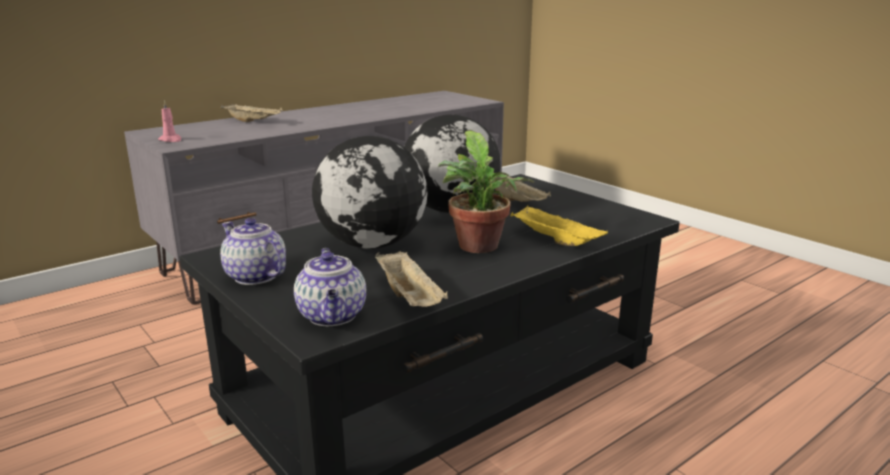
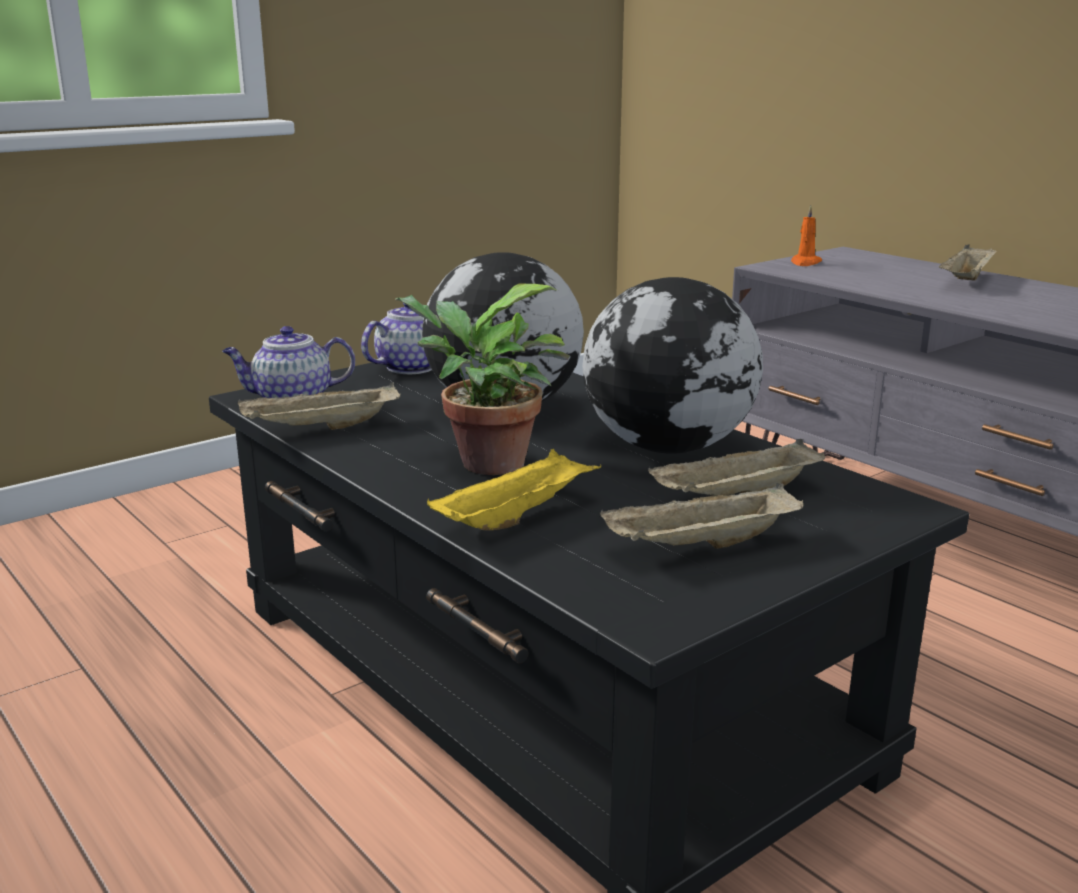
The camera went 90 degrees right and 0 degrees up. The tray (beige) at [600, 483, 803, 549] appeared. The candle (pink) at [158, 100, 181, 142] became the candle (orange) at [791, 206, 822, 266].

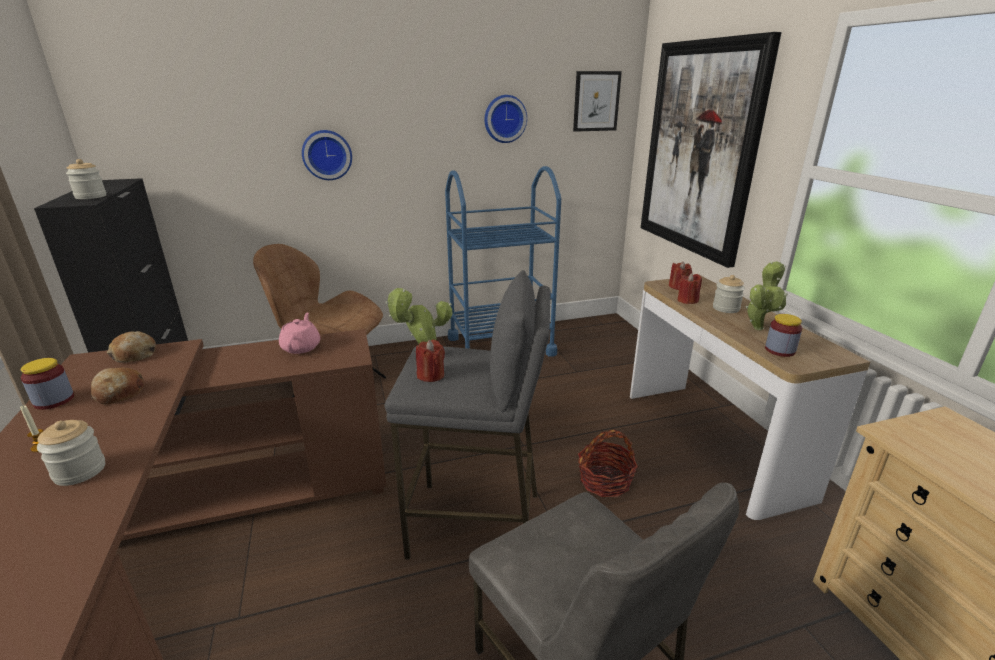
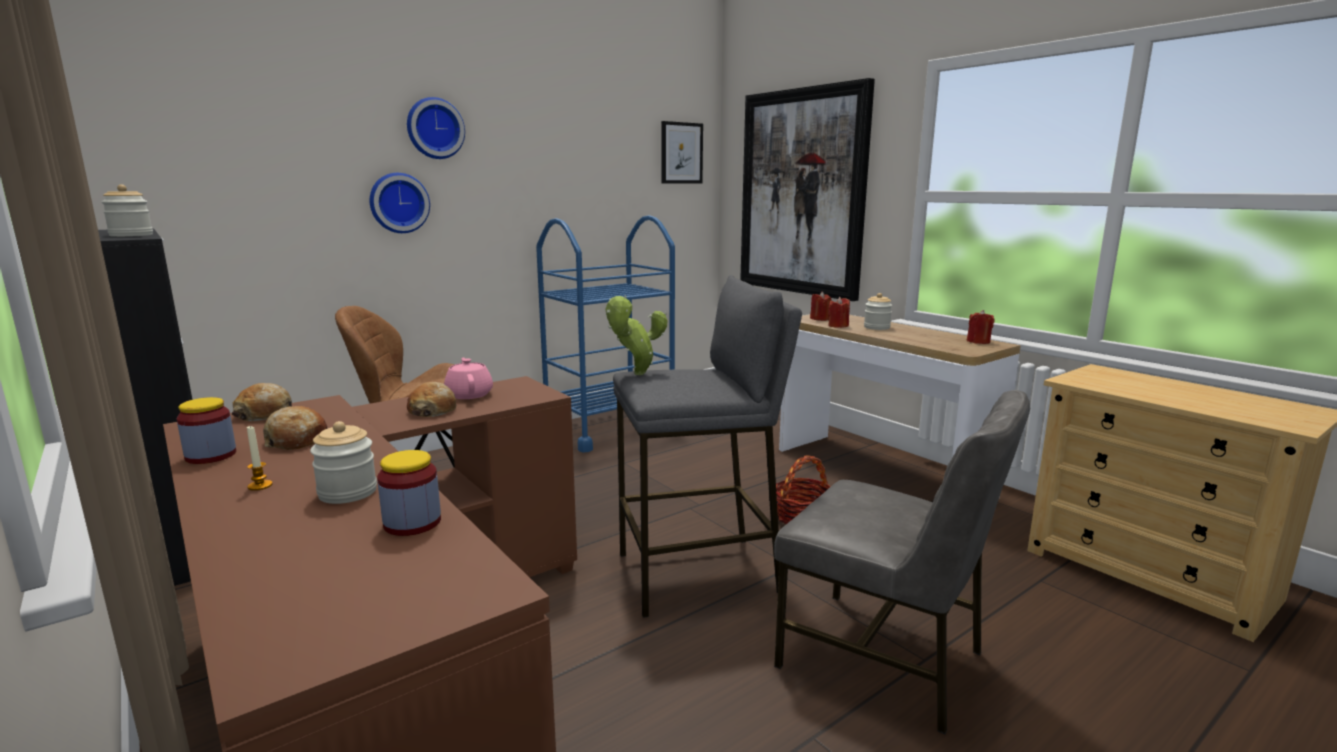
The camera went 20 degrees left and 10 degrees down. The jar moved from [765, 314, 802, 357] to [377, 450, 441, 536]. The wall clock moved from [485, 95, 527, 143] to [407, 97, 465, 159]. The bread at [407, 382, 456, 417] appeared. The candle (red) moved from [416, 340, 445, 382] to [967, 310, 994, 344]. The potted plant at [746, 261, 788, 330] disappeared.

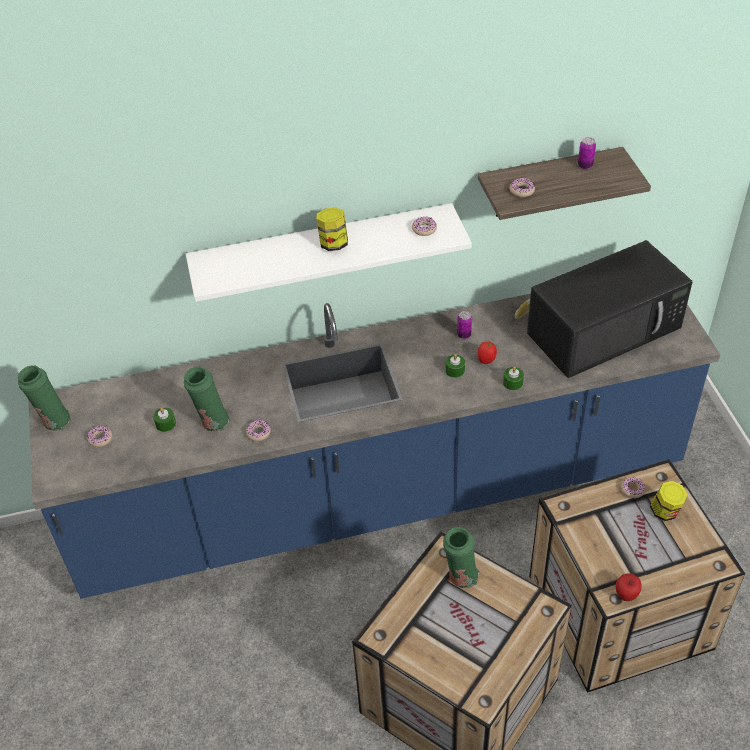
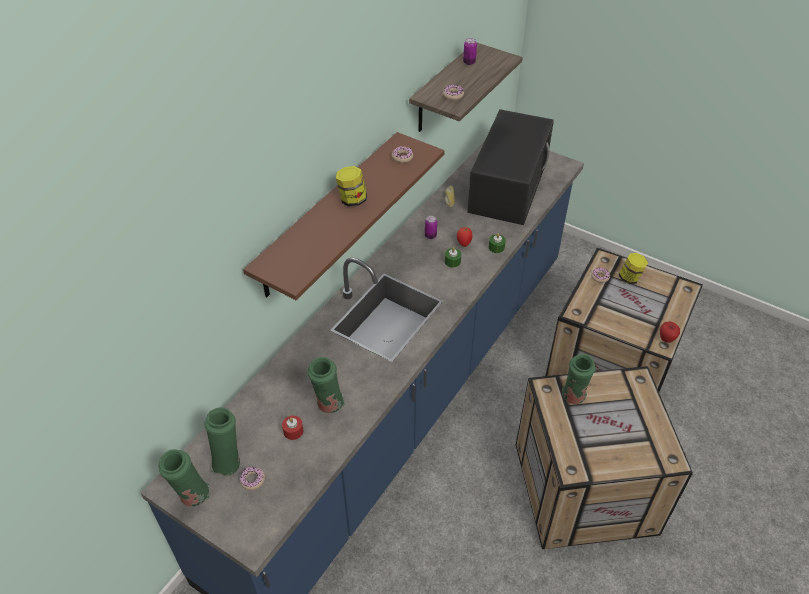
The camera went 45 degrees left and 0 degrees up. The vase (green) at [204, 407, 240, 476] appeared. The shelf (white) at [186, 203, 472, 302] became the shelf (brown) at [243, 132, 445, 300]. The candle (green) at [153, 408, 176, 432] became the candle (red) at [282, 416, 303, 440]. The donut at [246, 420, 271, 441] disappeared.

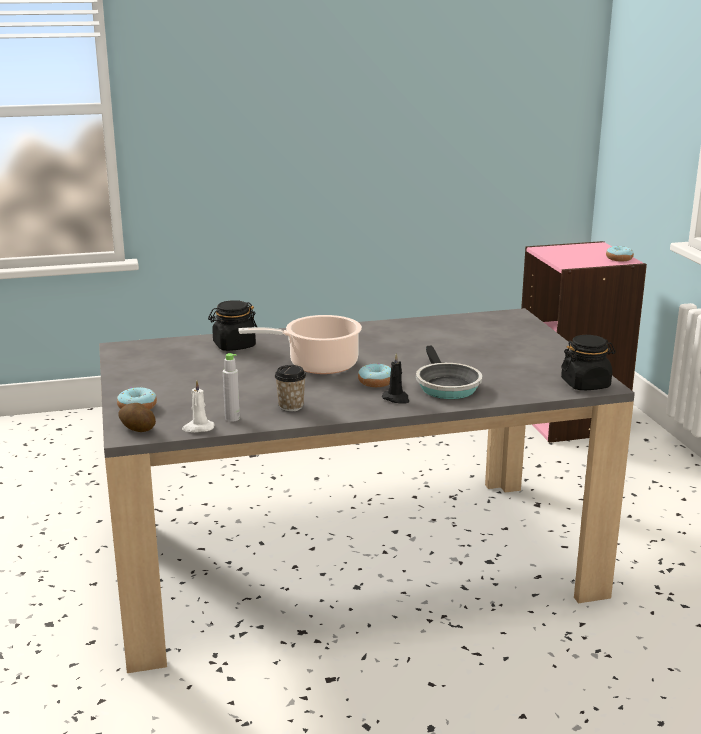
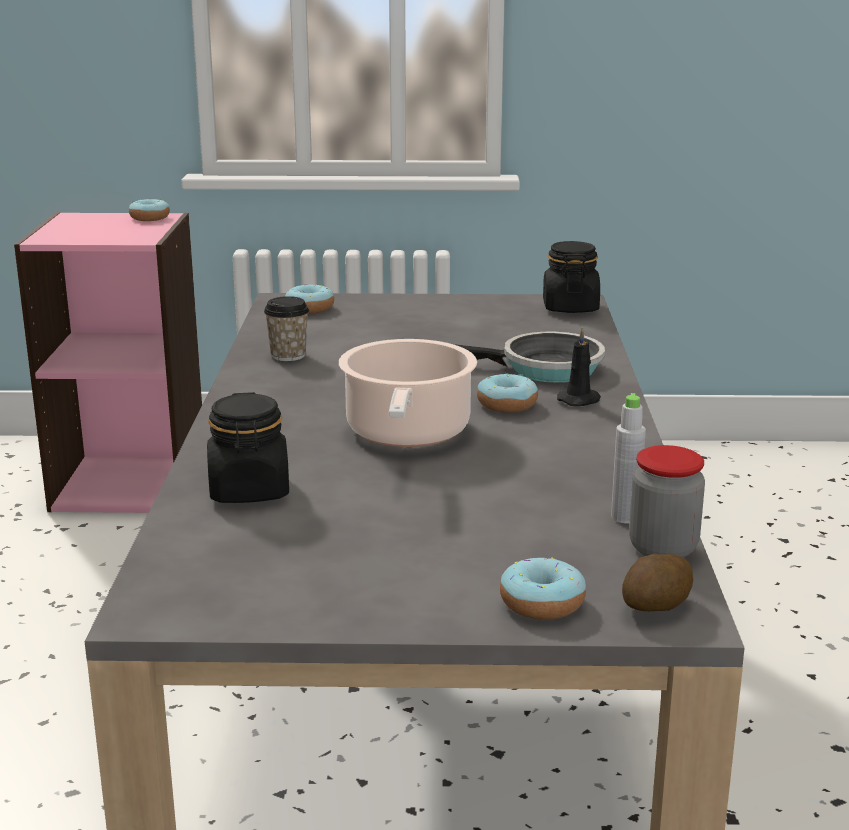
The camera went 75 degrees left and 0 degrees up. The cup moved from [275, 365, 306, 412] to [264, 296, 309, 361]. The donut at [285, 284, 334, 314] appeared. The candle (white) at [182, 380, 214, 432] was replaced by the jar at [629, 445, 705, 558].

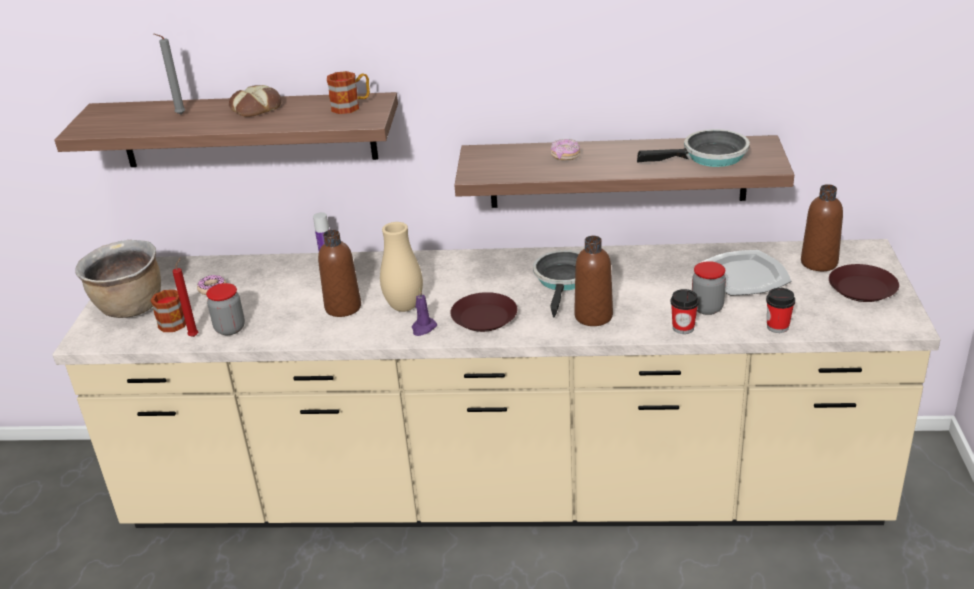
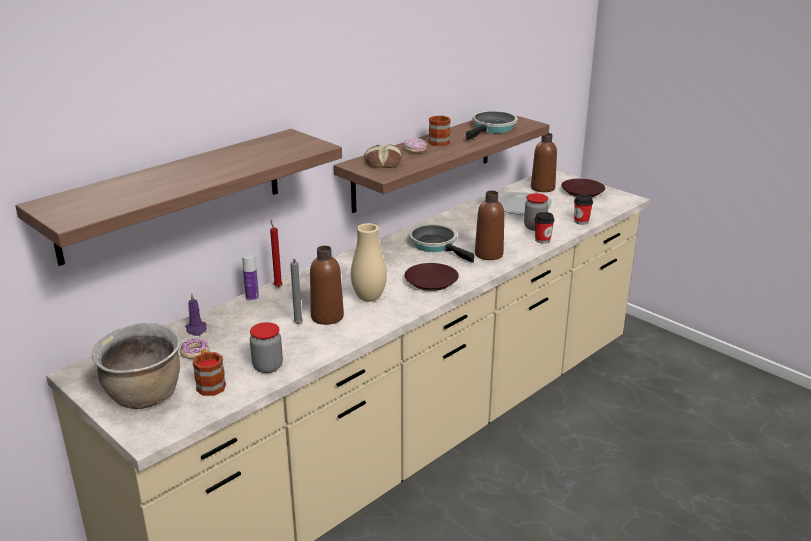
The camera went 50 degrees left and 5 degrees down. The candle (purple) moved from [411, 289, 437, 336] to [185, 293, 206, 336]. The candle (red) moved from [172, 258, 198, 337] to [270, 220, 283, 287]. The candle (grey) moved from [154, 34, 185, 115] to [290, 259, 303, 324]. The bread moved from [229, 85, 282, 117] to [364, 144, 402, 168]. The mug moved from [327, 71, 370, 114] to [429, 115, 451, 146].

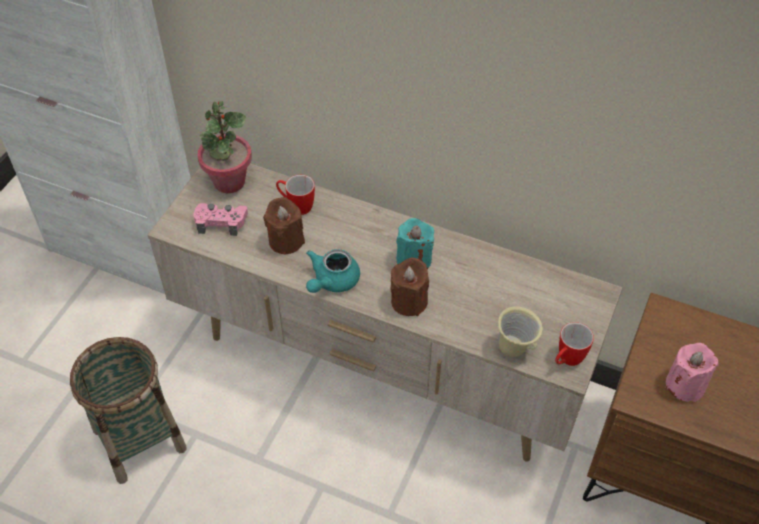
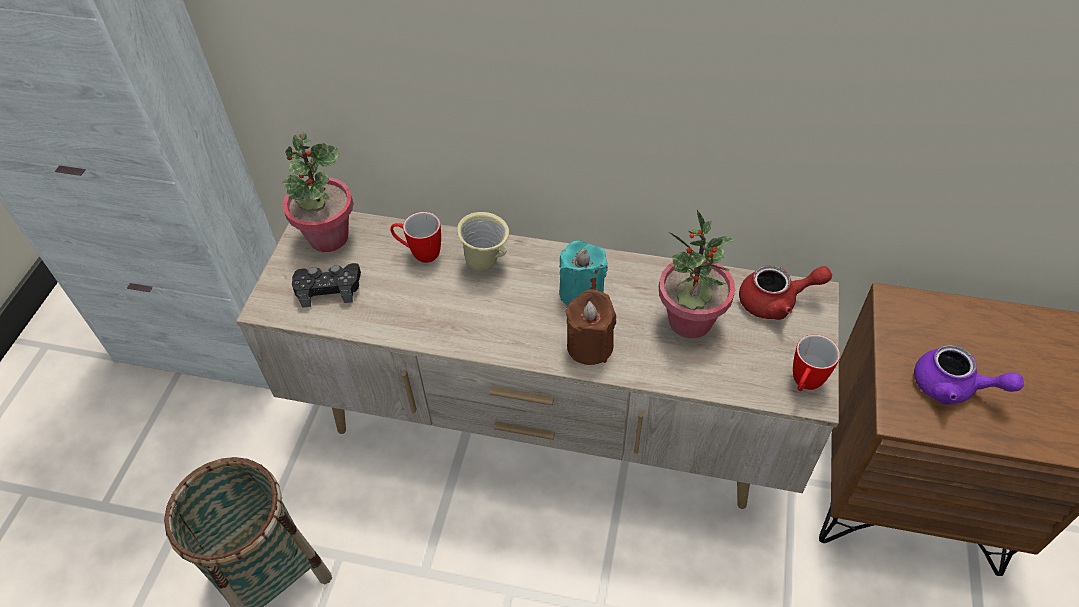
The camera went 10 degrees left and 0 degrees up. The game controller (pink) at [193, 203, 248, 236] became the game controller (black) at [292, 263, 361, 308]. The mug (beige) moved from [498, 307, 543, 357] to [457, 212, 509, 271]. The potted plant at [659, 209, 735, 338] appeared. The teapot (red) at [739, 265, 832, 320] appeared. The candle (pink) at [665, 343, 718, 402] was replaced by the teapot (purple) at [914, 345, 1024, 405]. The candle (brown) at [263, 197, 305, 254] disappeared. The teapot (turquoise) at [306, 249, 360, 293] disappeared.

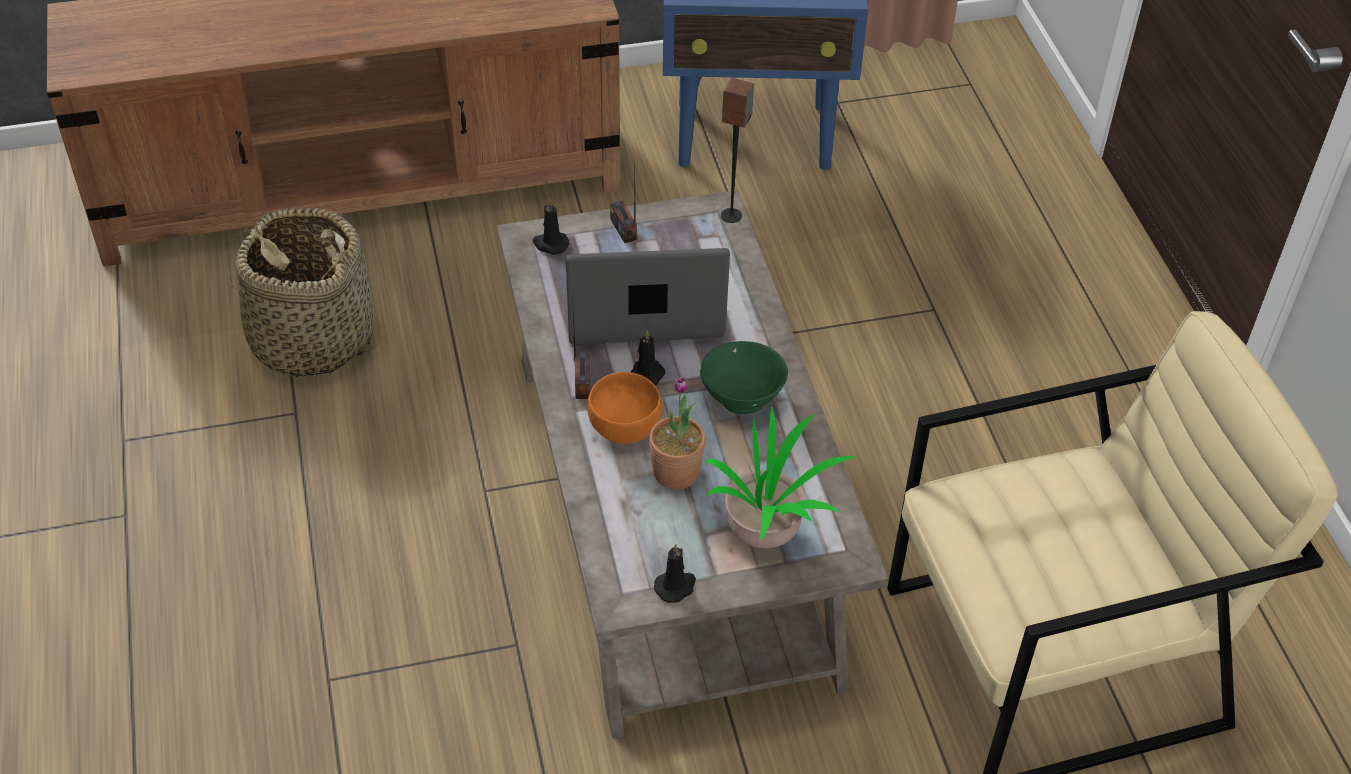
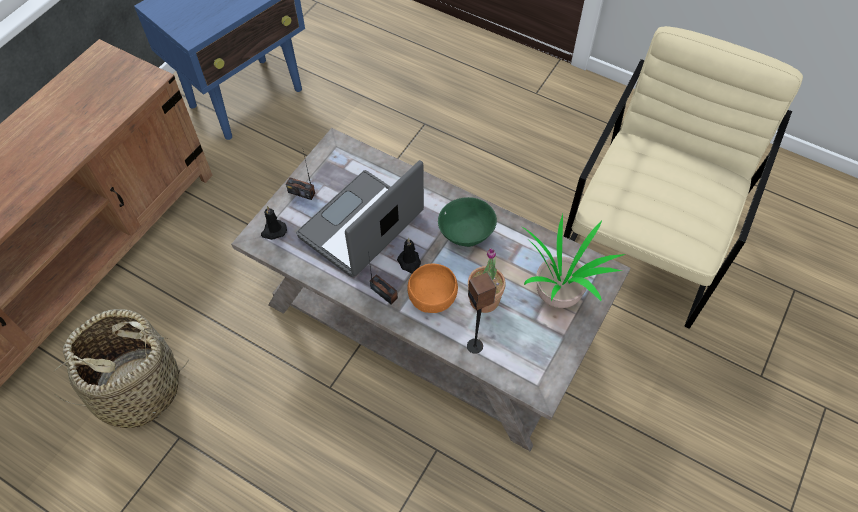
The camera went 45 degrees left and 10 degrees up. The speaker moved from [721, 78, 754, 223] to [467, 272, 496, 354]. The candle (black) at [654, 544, 696, 603] disappeared.

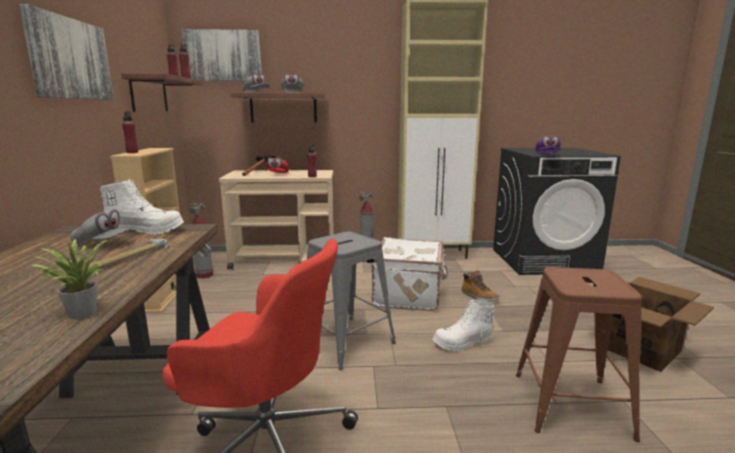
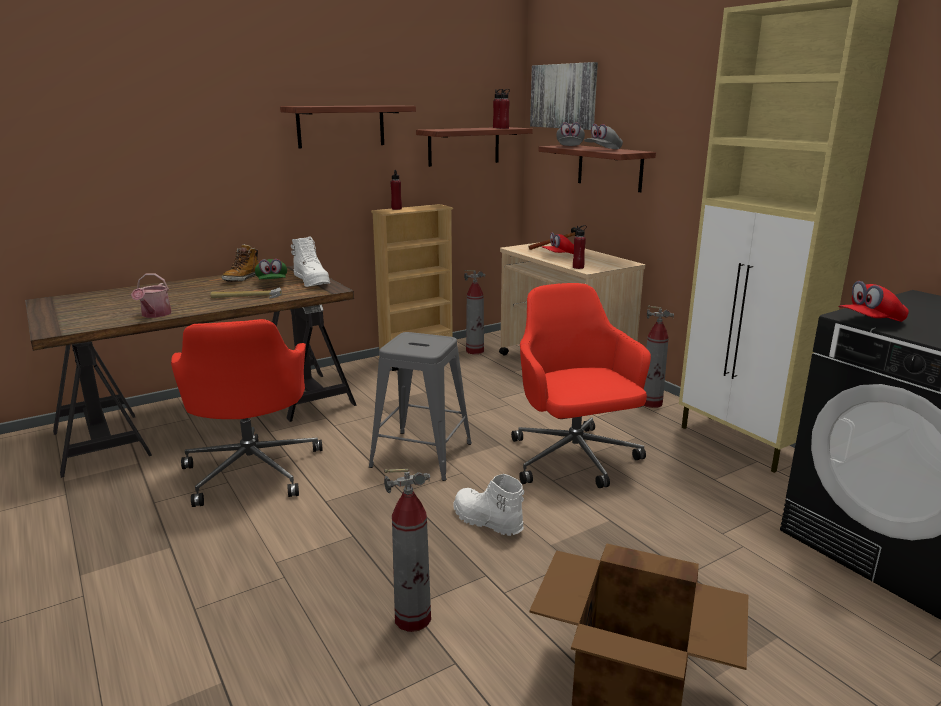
The camera went 60 degrees right and 5 degrees up. The potted plant at [30, 239, 111, 319] was replaced by the watering can at [131, 274, 171, 318]. The boot moved from [461, 270, 499, 302] to [221, 244, 259, 282]. The cap (grey) at [70, 209, 132, 244] became the cap (green) at [255, 259, 287, 280]. The picture at [19, 4, 114, 100] was replaced by the shelf at [280, 105, 416, 148]. The stool (brown) at [516, 267, 642, 442] was replaced by the fire extinguisher at [384, 469, 431, 632]. The suitcase (white) at [372, 237, 447, 311] was replaced by the office chair (red) at [511, 283, 651, 488]. The cap (purple) at [535, 135, 561, 153] became the cap (red) at [838, 281, 909, 322].

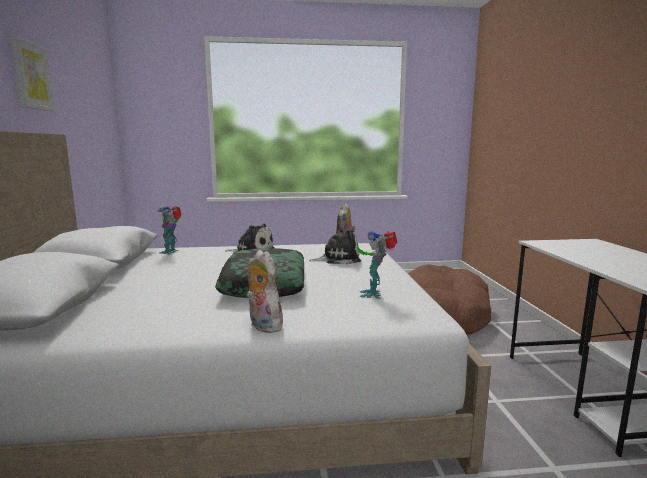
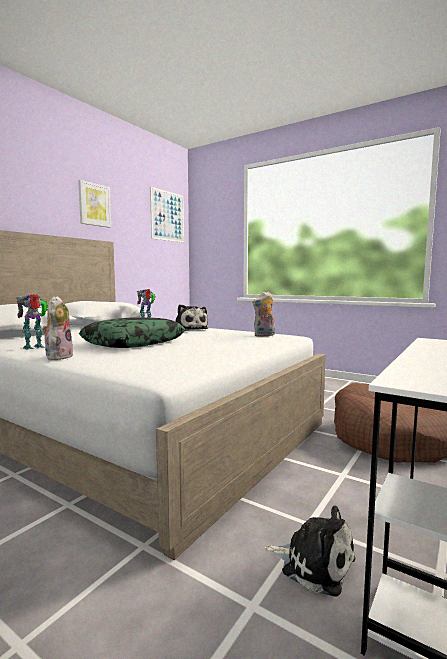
The camera went 40 degrees right and 5 degrees down. The toy robot moved from [357, 231, 397, 299] to [17, 294, 48, 350]. The picture at [150, 187, 184, 243] appeared. The plush toy moved from [309, 228, 361, 264] to [265, 505, 355, 596].

